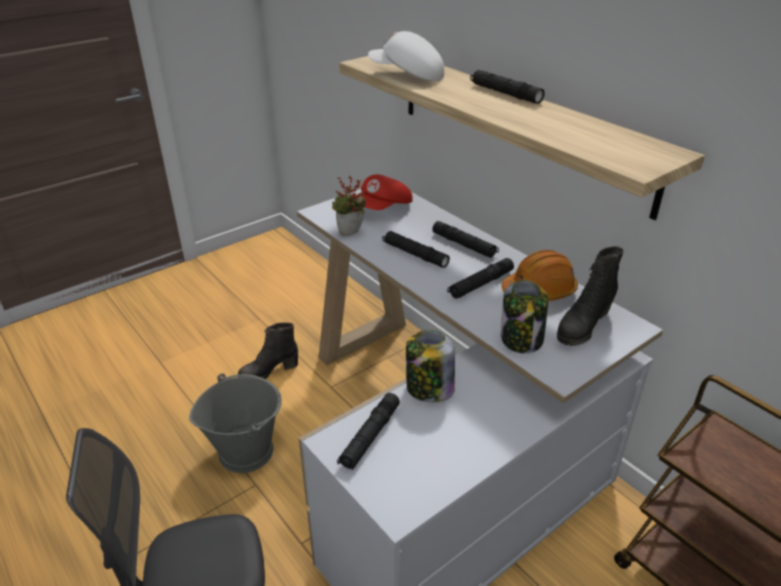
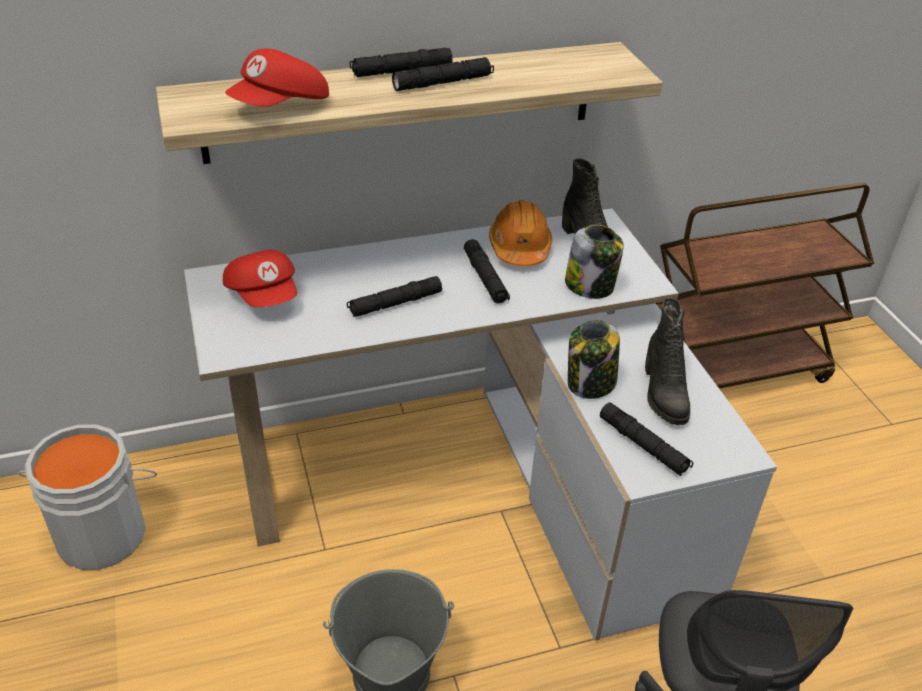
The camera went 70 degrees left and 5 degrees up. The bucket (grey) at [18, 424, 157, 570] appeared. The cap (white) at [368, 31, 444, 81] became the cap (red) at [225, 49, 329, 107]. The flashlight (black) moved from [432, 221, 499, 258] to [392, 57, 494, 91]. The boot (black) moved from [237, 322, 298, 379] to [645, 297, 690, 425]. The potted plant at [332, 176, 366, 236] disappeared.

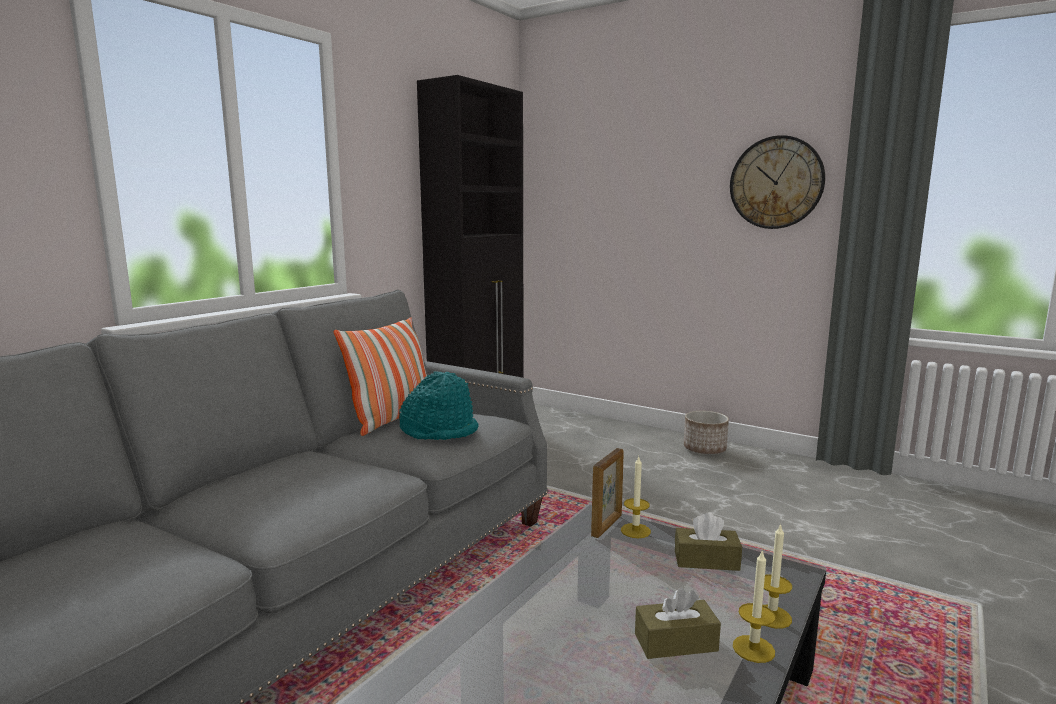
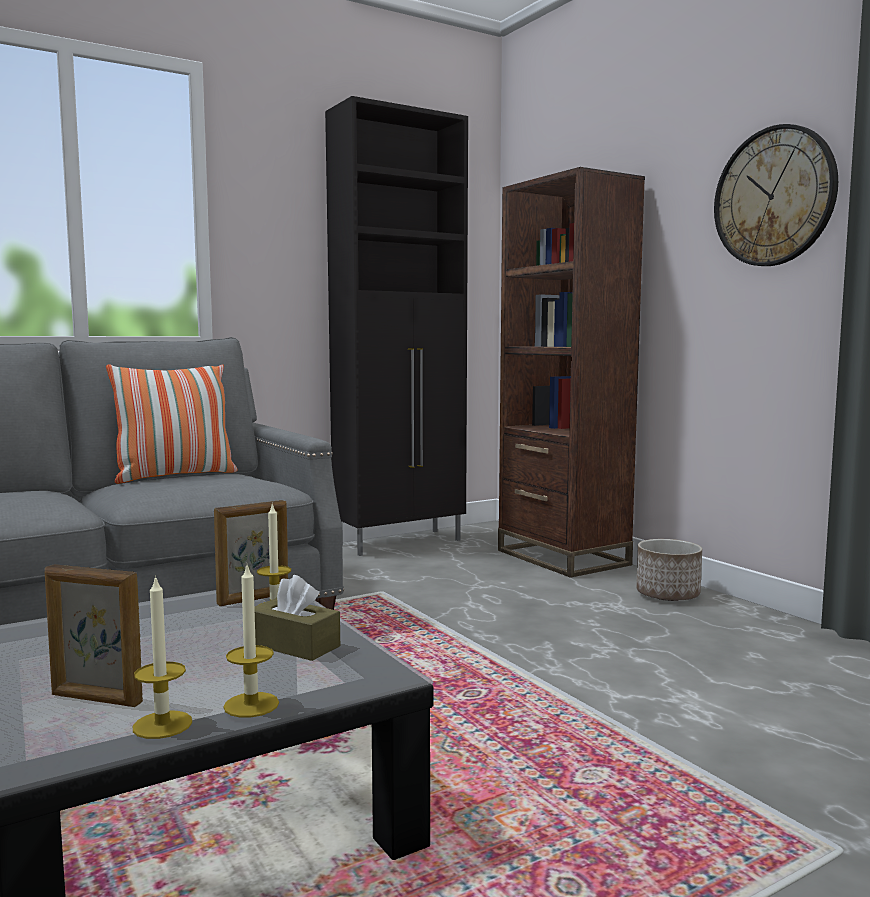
The camera went 25 degrees right and 5 degrees down. The tissue box (brown) at [635, 587, 721, 659] was replaced by the picture frame at [44, 564, 143, 707]. The bookcase (brown) at [498, 167, 645, 578] appeared. The hat (turquoise) at [399, 372, 478, 440] disappeared.

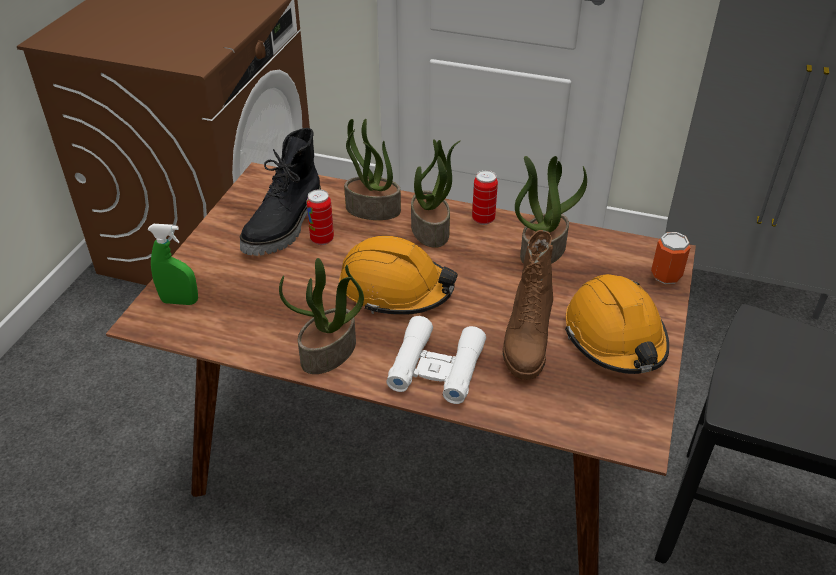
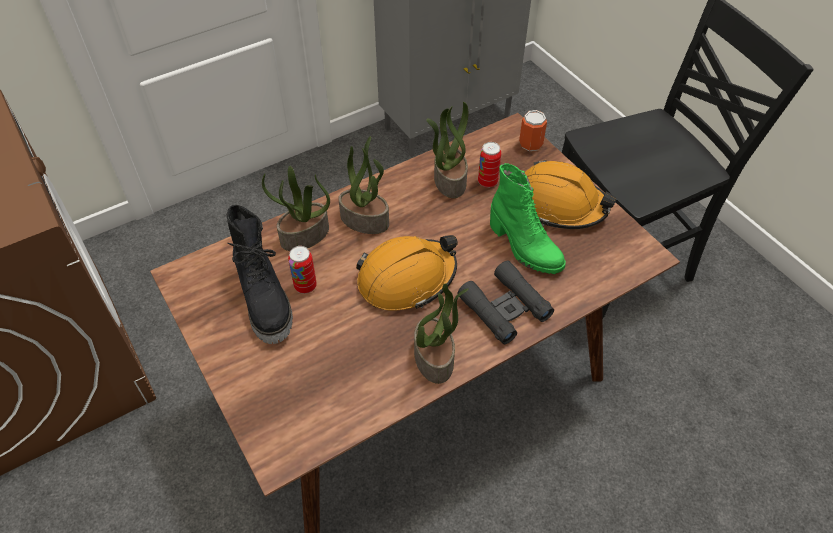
The camera went 50 degrees left and 10 degrees up. The binoculars (white) at [387, 316, 486, 404] became the binoculars (black) at [458, 261, 554, 344]. The can moved from [472, 170, 498, 225] to [478, 142, 501, 188]. The boot (brown) at [503, 230, 553, 380] became the boot (green) at [490, 163, 566, 274]. The spray bottle (green) at [147, 224, 198, 305] disappeared.

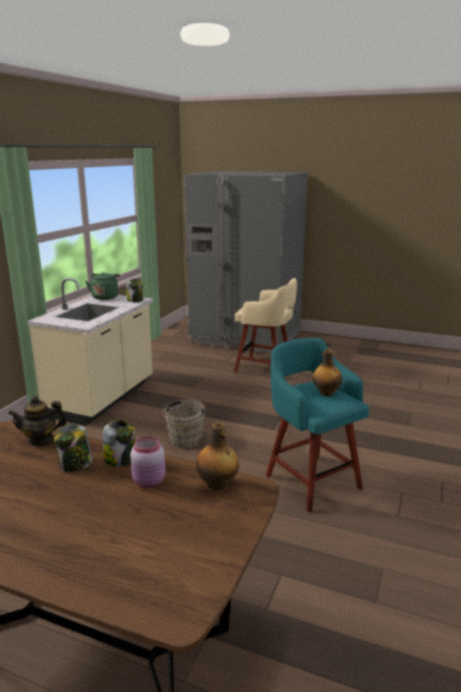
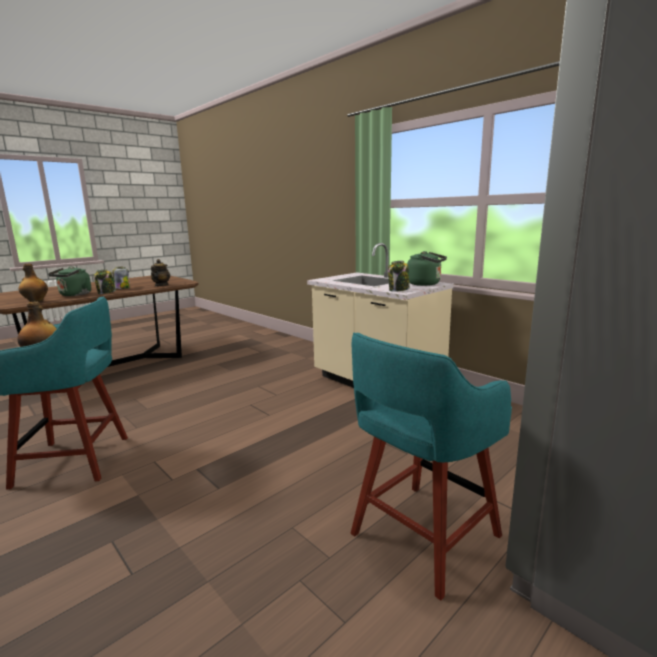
The camera went 115 degrees right and 5 degrees down. The jar (pink) at [130, 437, 165, 487] was replaced by the kettle (green) at [48, 266, 91, 296]. The stool (beige) at [234, 278, 297, 373] became the stool (turquoise) at [351, 333, 512, 601]. The bucket (brown) at [162, 399, 205, 448] disappeared.

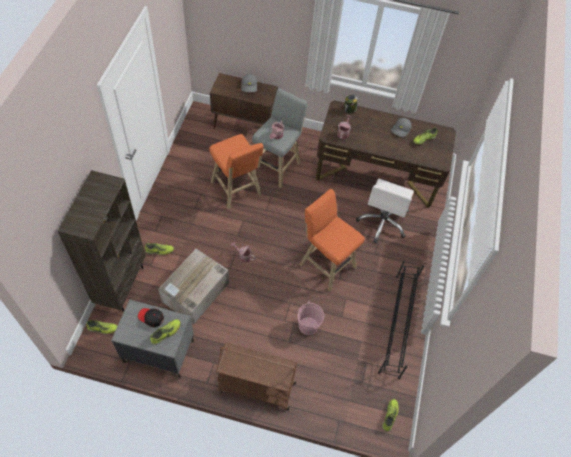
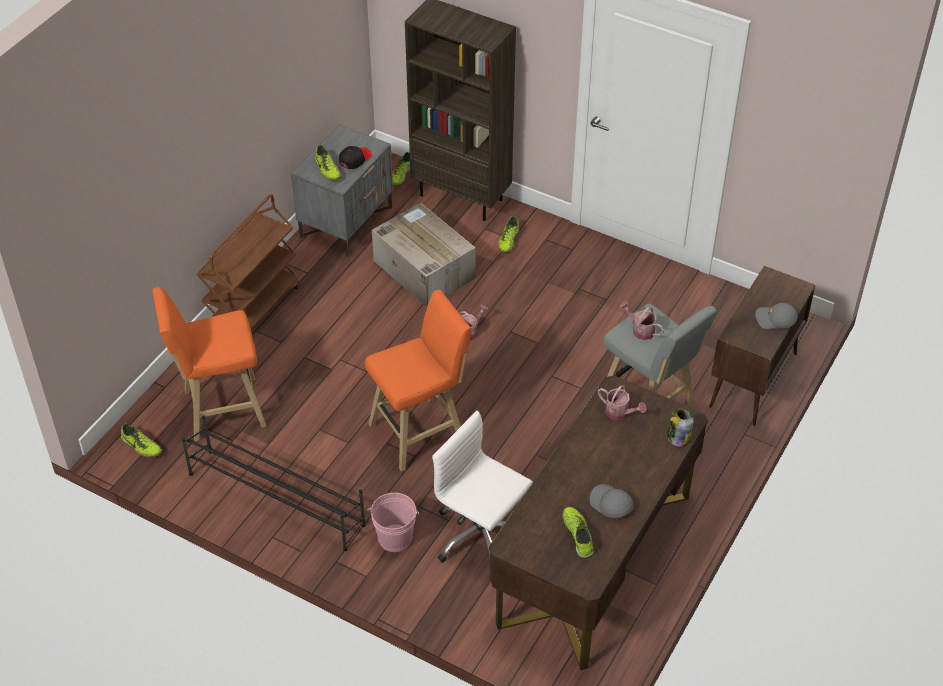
The camera went 110 degrees right and 10 degrees down. The stool (orange) moved from [209, 134, 263, 210] to [152, 287, 266, 441]. The bucket (pink) moved from [298, 301, 324, 335] to [367, 493, 419, 552].

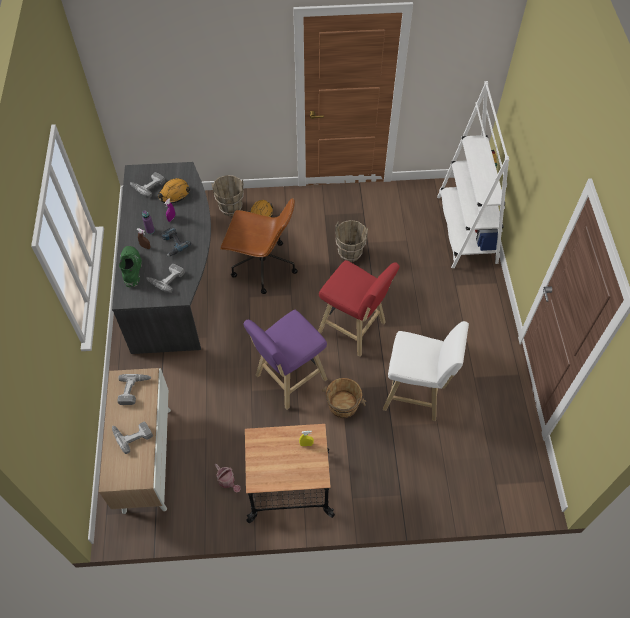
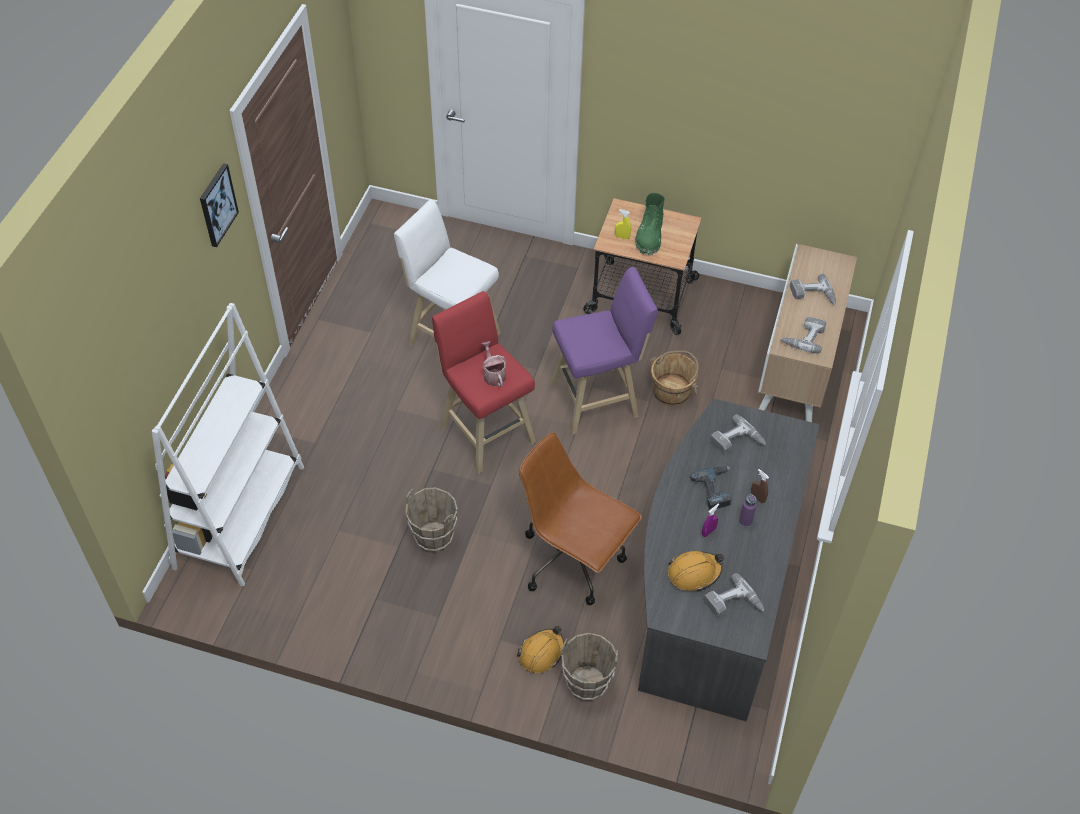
The camera went 160 degrees left and 5 degrees down. The picture at [200, 163, 239, 247] appeared. The watering can moved from [215, 464, 241, 493] to [482, 341, 507, 387]. The boot (green) moved from [119, 246, 142, 288] to [635, 193, 665, 256]. The bucket (brown) moved from [322, 378, 366, 418] to [650, 351, 699, 406].

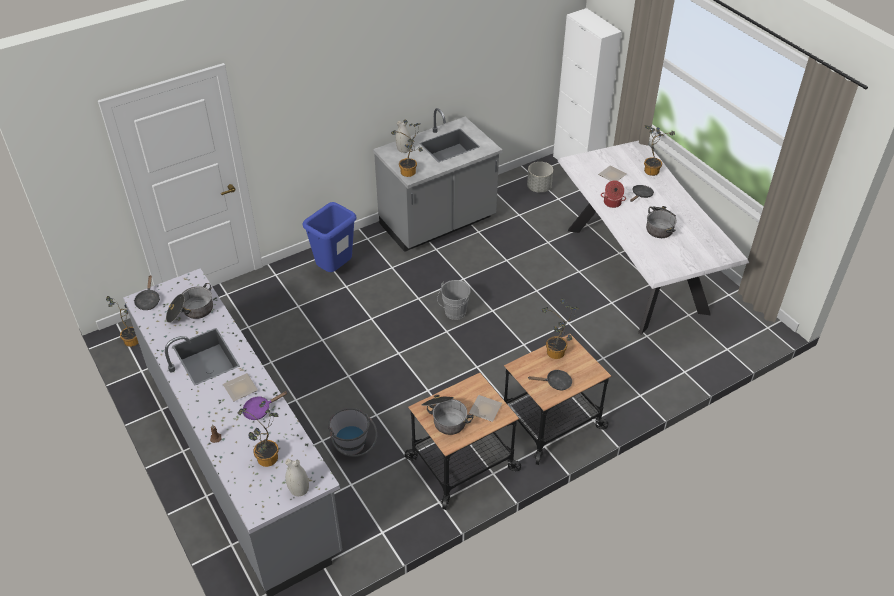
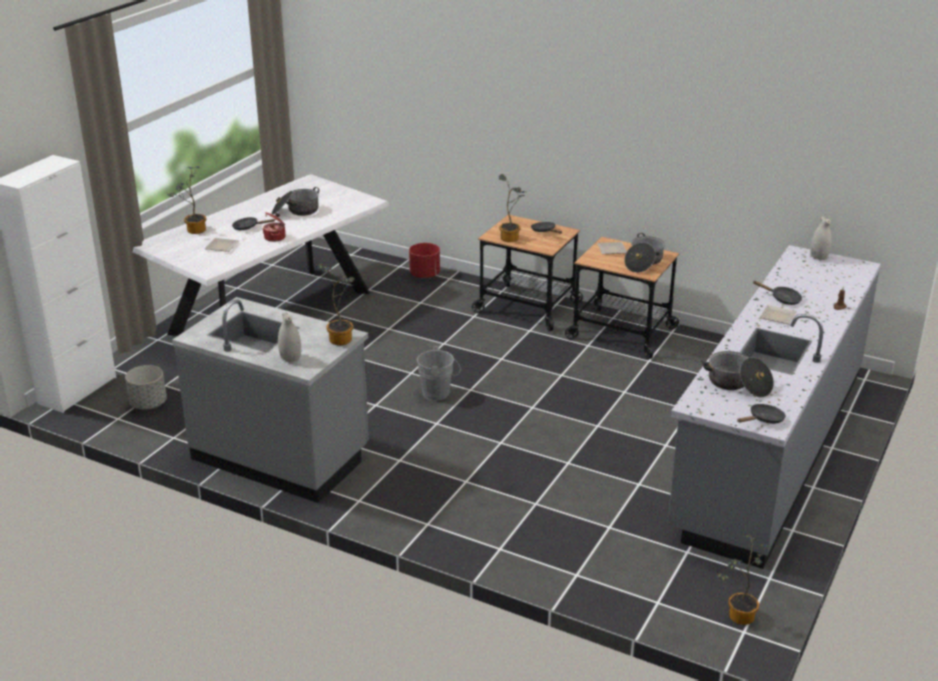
The camera went 120 degrees left and 15 degrees down. The planter (red) at [409, 243, 440, 278] appeared. The frying pan (purple) at [243, 391, 287, 420] became the frying pan (black) at [753, 281, 802, 305]. The potted plant at [238, 401, 279, 467] disappeared. The trash can (blue) at [303, 202, 356, 272] disappeared. The bucket (grey) at [328, 408, 377, 457] disappeared.

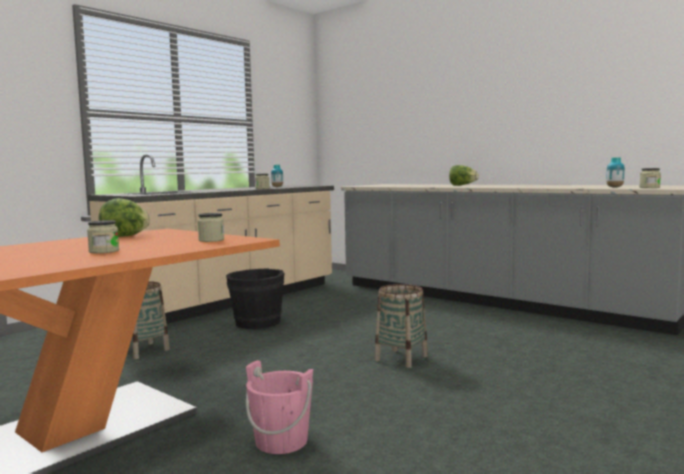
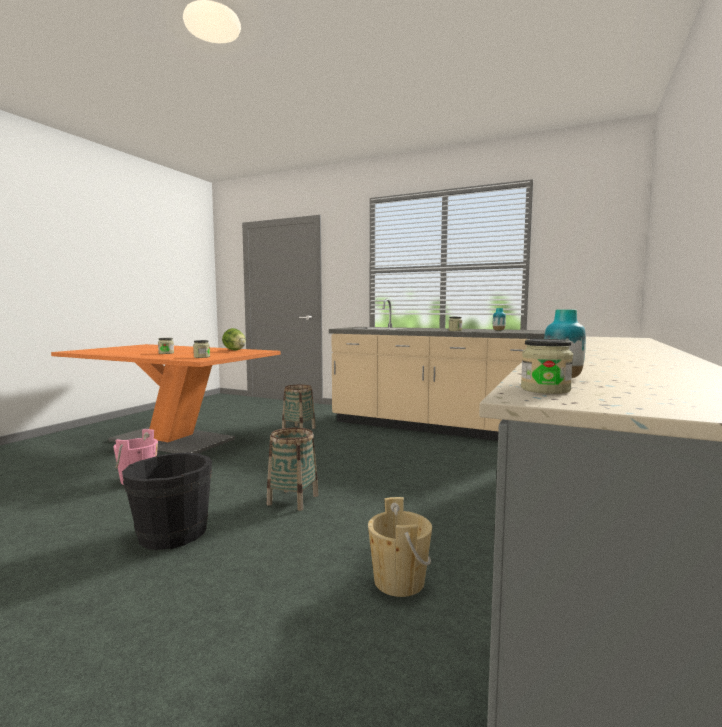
The camera went 75 degrees right and 0 degrees up. The bucket (black) moved from [226, 269, 284, 329] to [122, 452, 212, 550]. The bucket (beige) at [368, 497, 432, 597] appeared. The lettuce at [449, 165, 479, 186] disappeared.

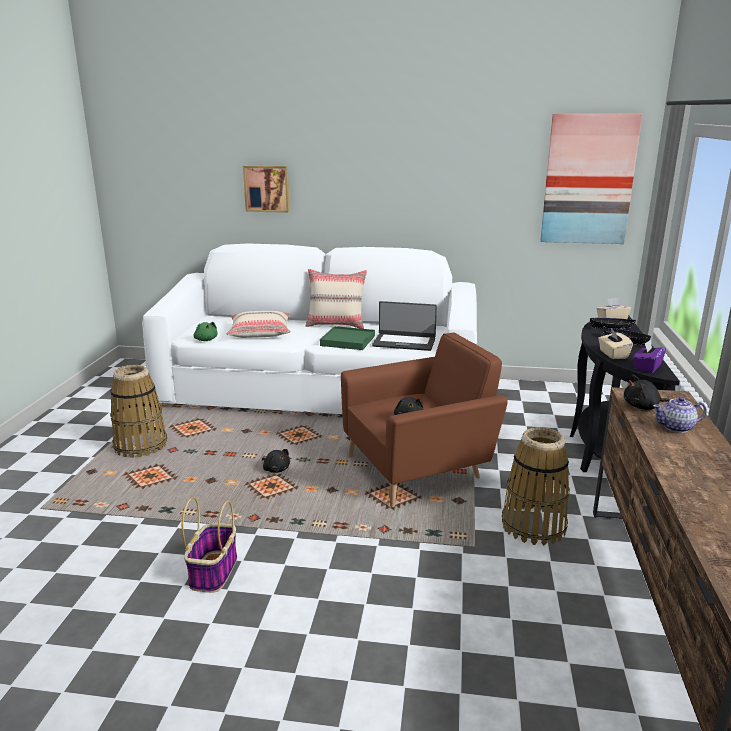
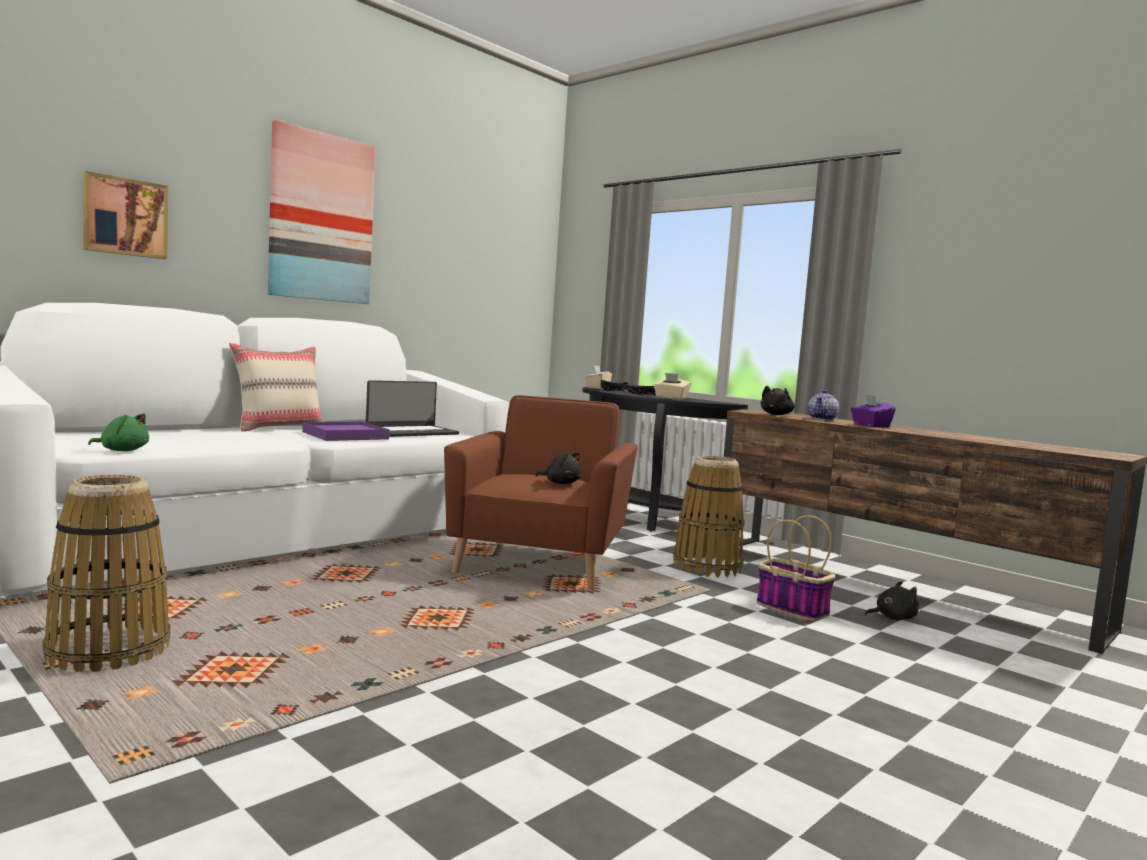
The camera went 55 degrees left and 15 degrees down. The picture moved from [540, 114, 643, 244] to [268, 120, 375, 304]. The tray (green) at [320, 326, 375, 350] became the tray (purple) at [302, 422, 390, 441]. The basket moved from [182, 497, 237, 593] to [757, 515, 836, 621]. The tissue box (purple) moved from [633, 339, 666, 373] to [851, 395, 896, 427]. The plush toy (black) moved from [262, 449, 290, 473] to [864, 581, 919, 620]. The pillow (beige) at [227, 311, 291, 338] disappeared.

